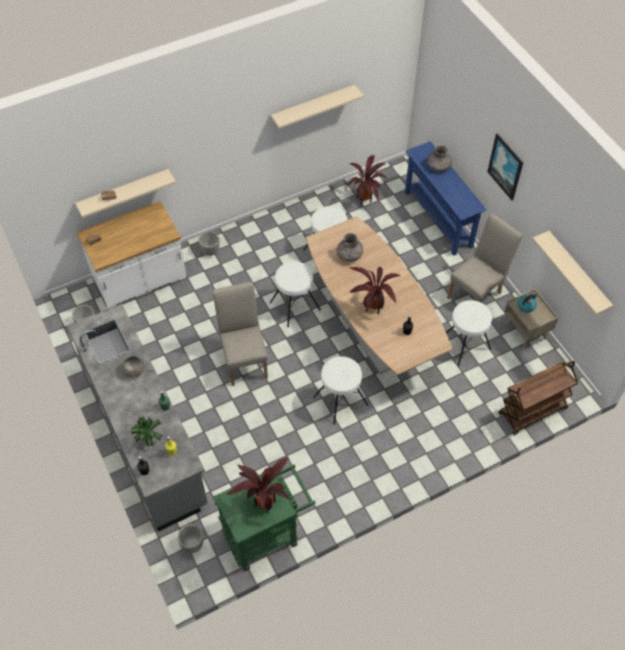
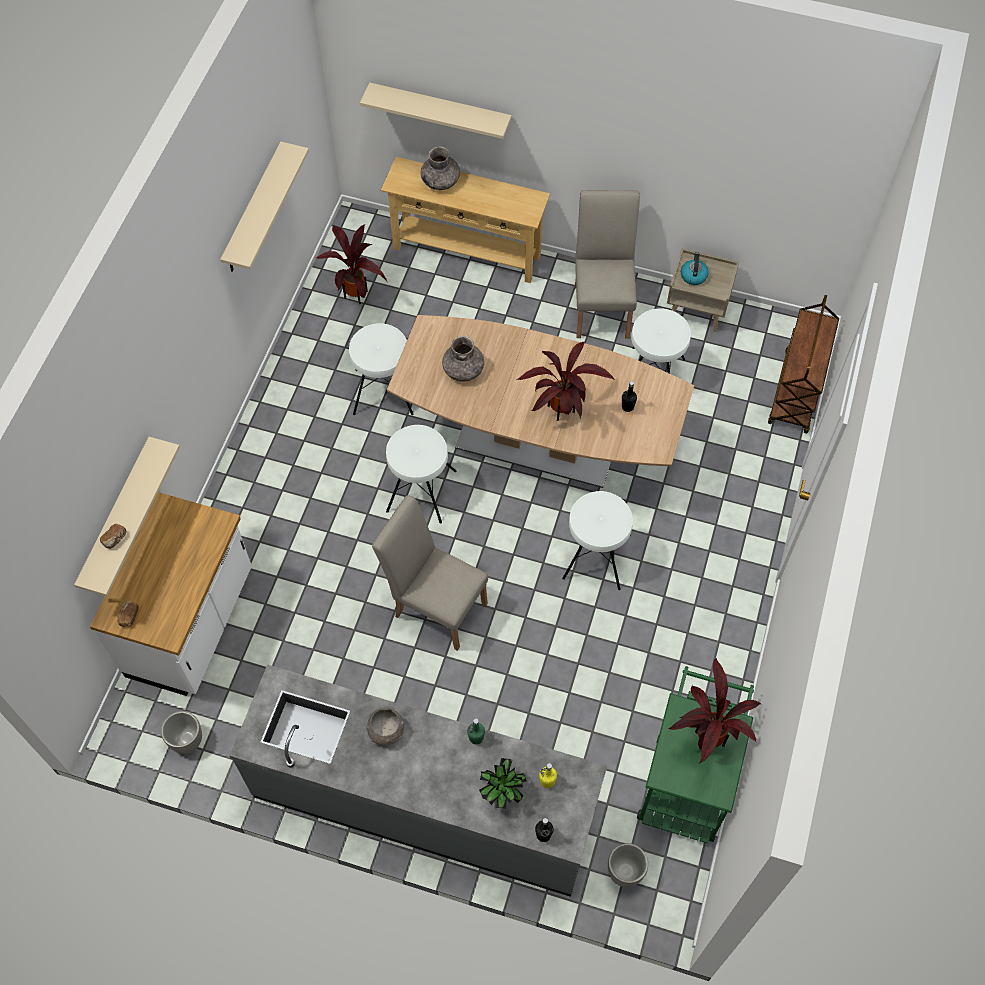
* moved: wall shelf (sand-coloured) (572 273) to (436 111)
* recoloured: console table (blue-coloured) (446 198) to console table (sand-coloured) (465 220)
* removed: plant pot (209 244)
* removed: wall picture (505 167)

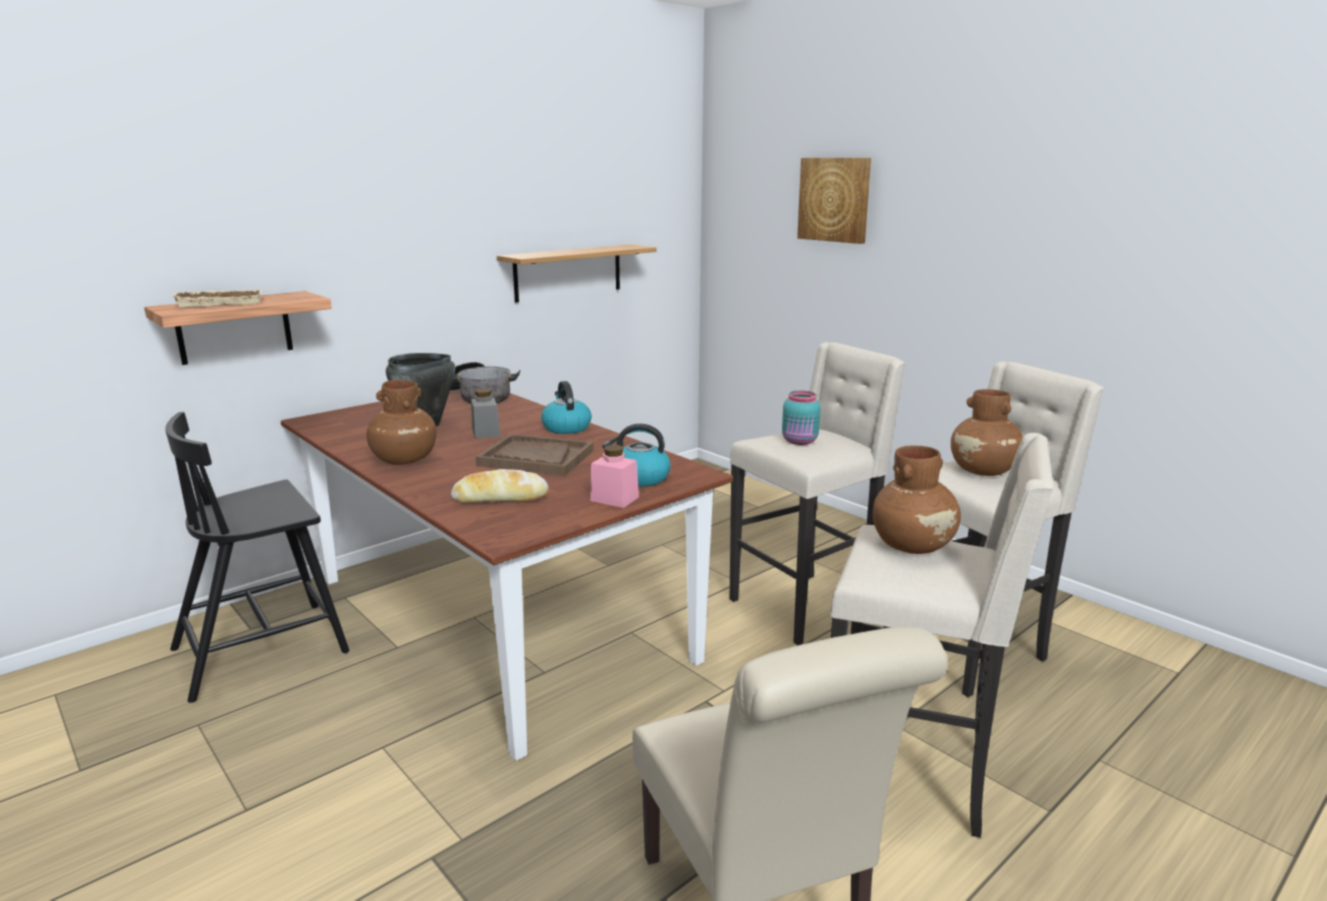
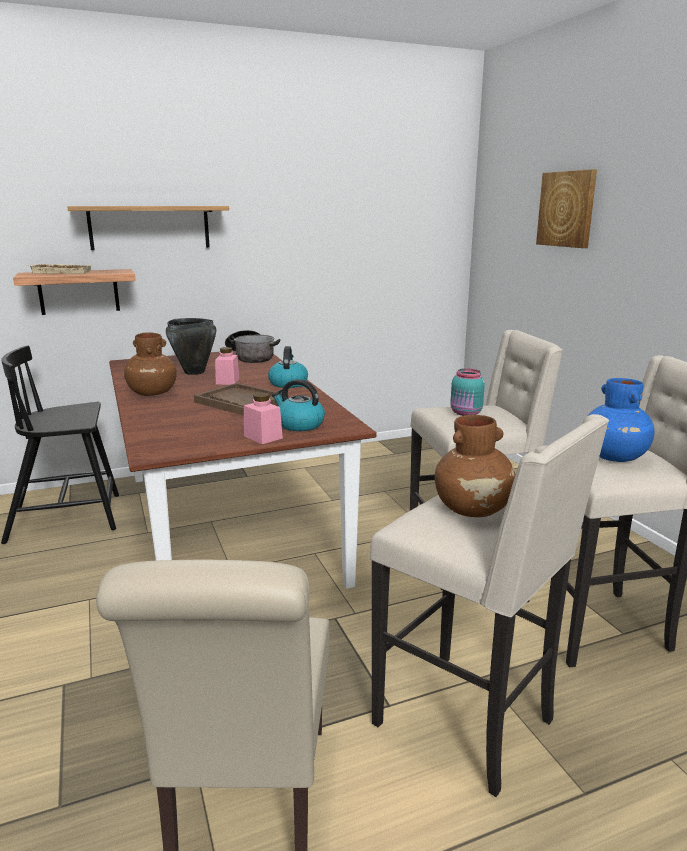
* moved: wall shelf (576 273) to (148 228)
* recoloured: storage jar (grey) (485 414) to storage jar (pink-coloured) (227 366)
* recoloured: flower vase (brown) (987 432) to flower vase (blue-coloured) (621 420)
* removed: bakery bread (499 486)

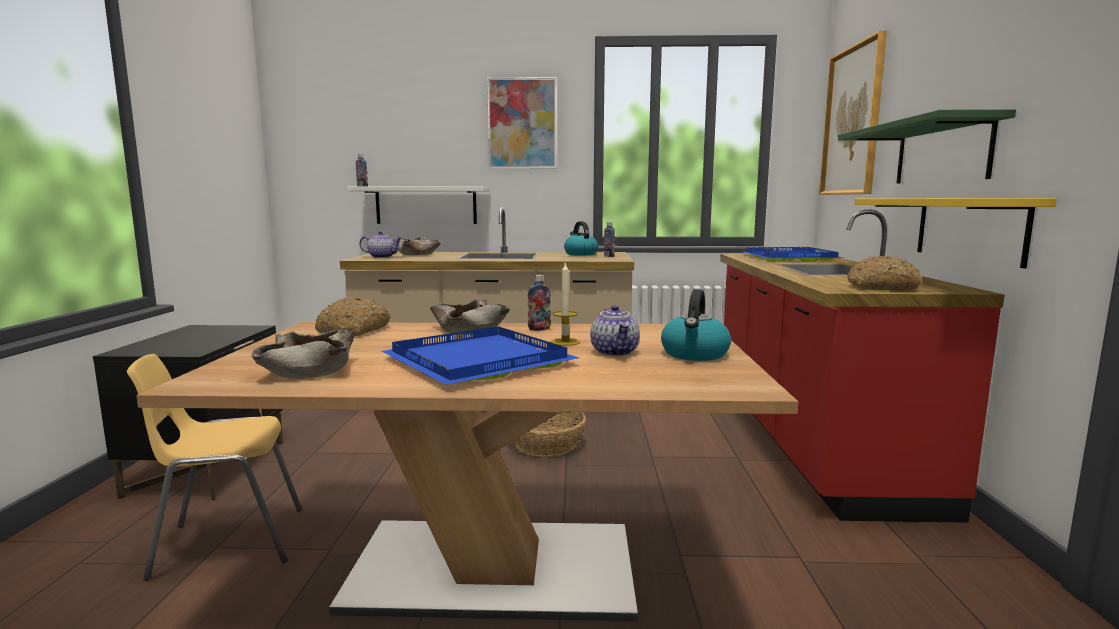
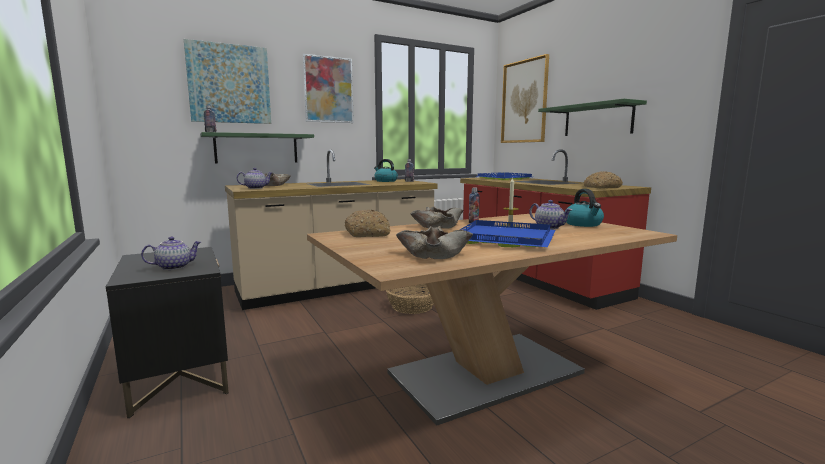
* added: tea pot (171 253)
* added: wall picture (227 81)
* recoloured: wall shelf (white) (418 205) to wall shelf (greenish) (257 147)
* removed: plain chair (yellow-coloured) (214 467)
* removed: wall shelf (yellow-coloured) (955 233)

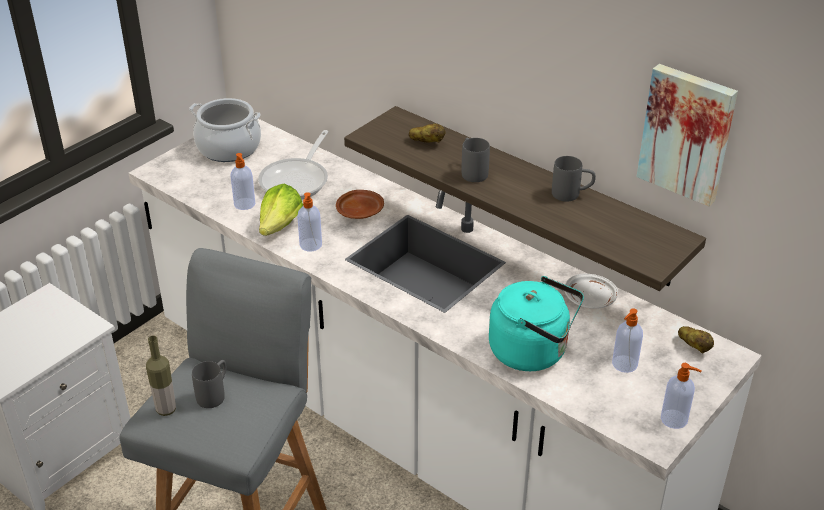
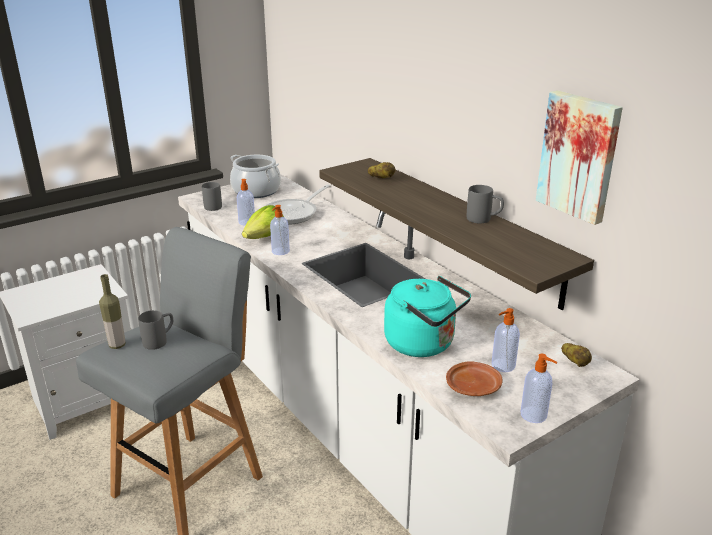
* moved: coffee mug (grey) (476 160) to (212 196)
* moved: dinner plate (brown) (360 204) to (474 378)
* removed: dinner plate (white) (591 291)

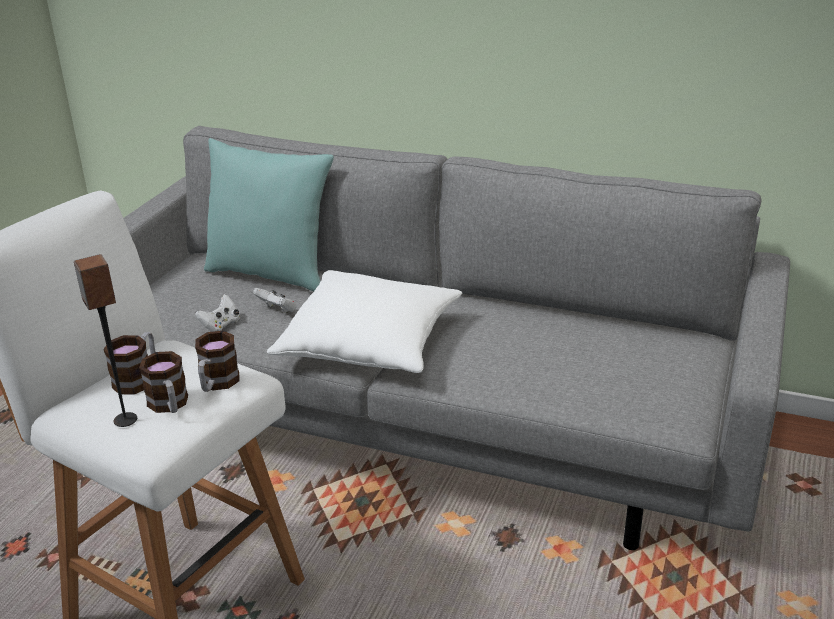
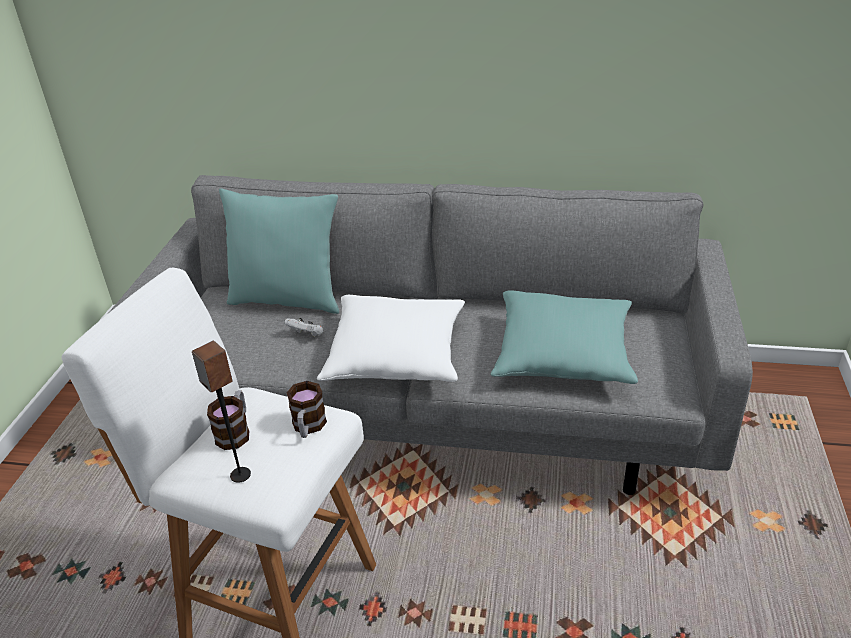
* added: cushion (turquoise-coloured) (564 337)
* removed: coffee mug (163 382)
* removed: joypad (white) (217 313)

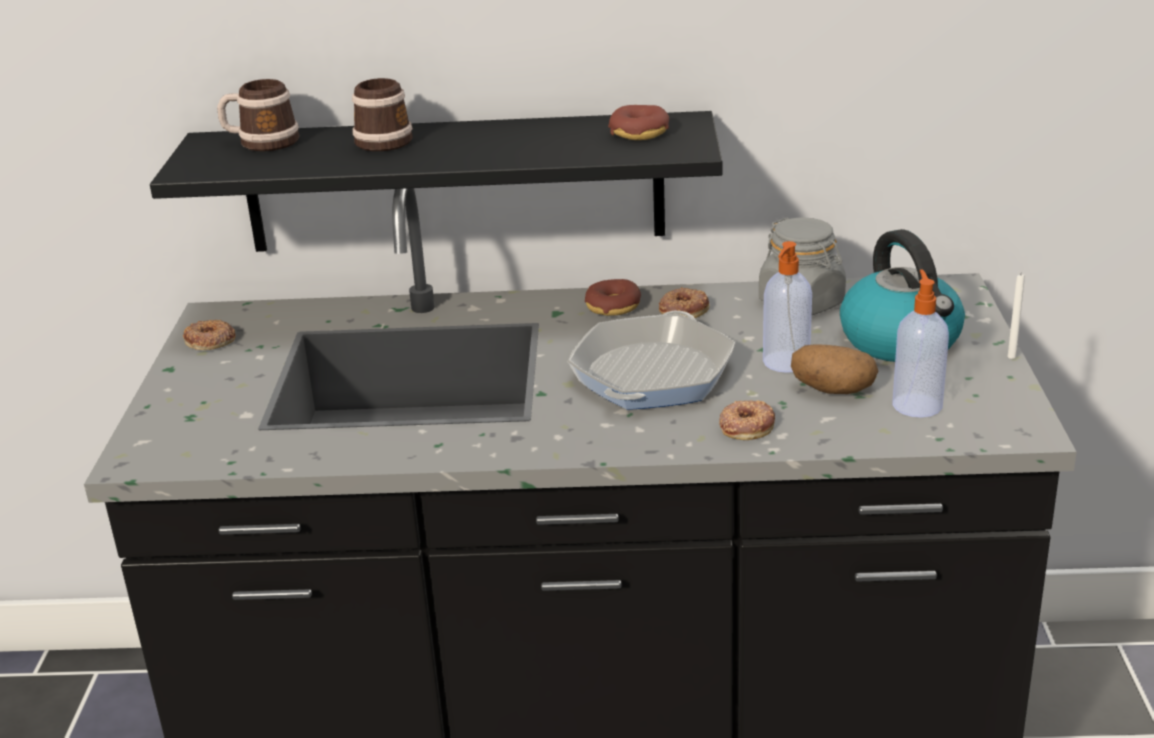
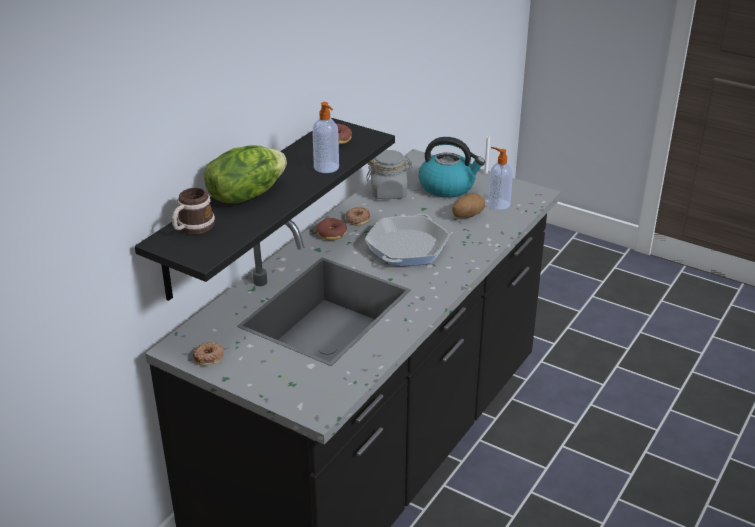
* replaced: coffee mug (382 114) to lettuce head (245 174)
* moved: soap dispenser (787 307) to (325 137)
* turned: frying pan (651 360) = (407 240) 120 degrees counterclockwise
* removed: doughnut (747 420)

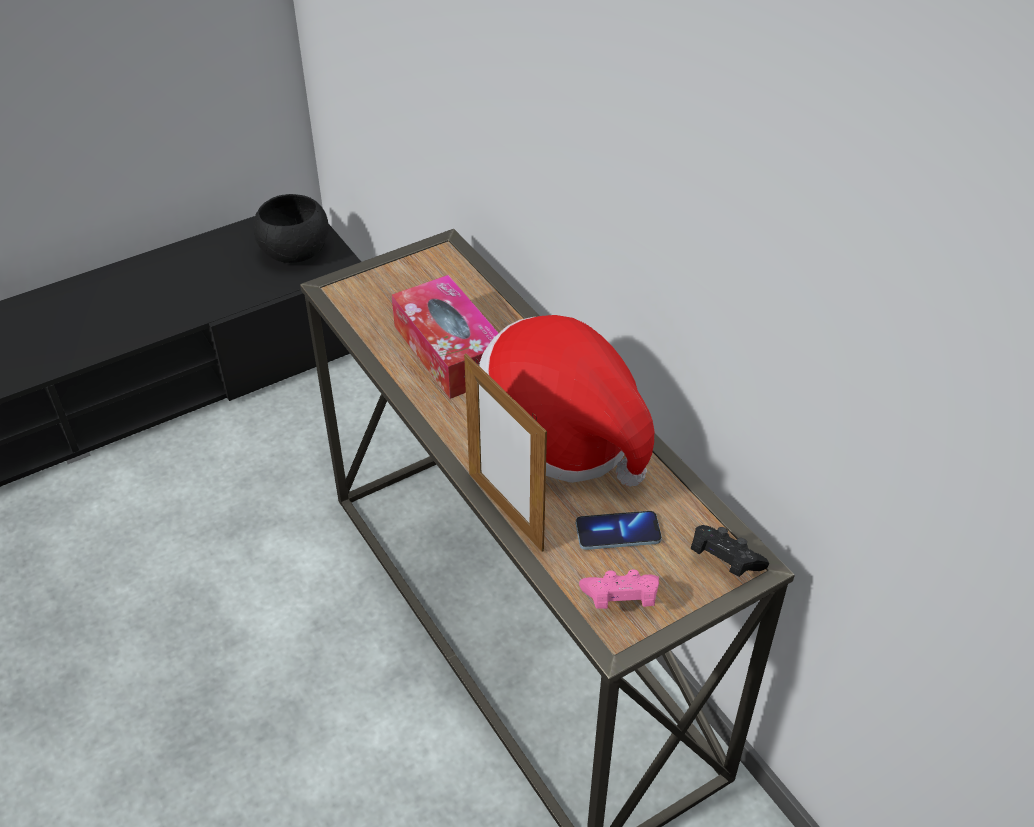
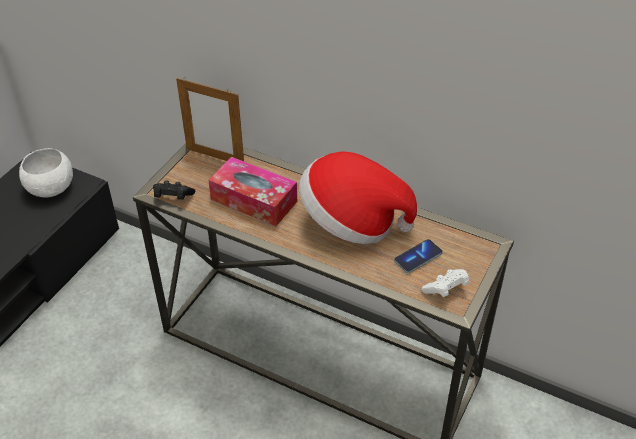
* recoloured: serving bowl (black) (291 228) to serving bowl (white) (46 172)
* moved: joypad (black) (730 551) to (174 190)
* moved: photo frame (505 453) to (210 119)
* recoloured: joypad (pink-coloured) (619 589) to joypad (white) (445 283)

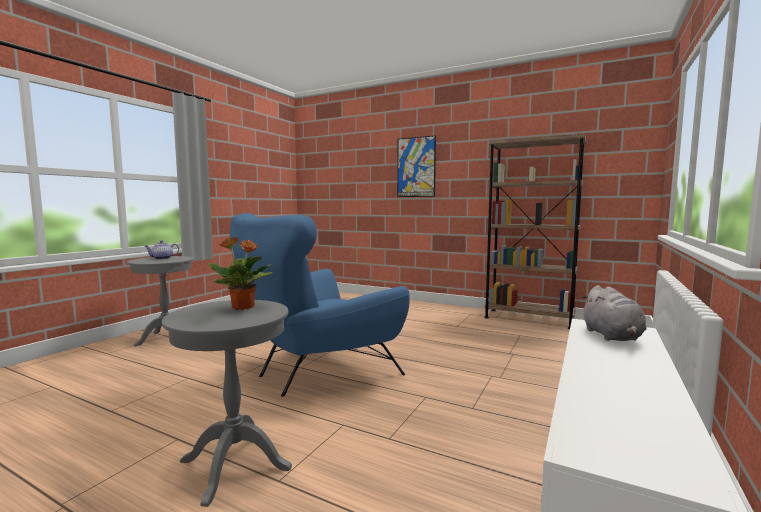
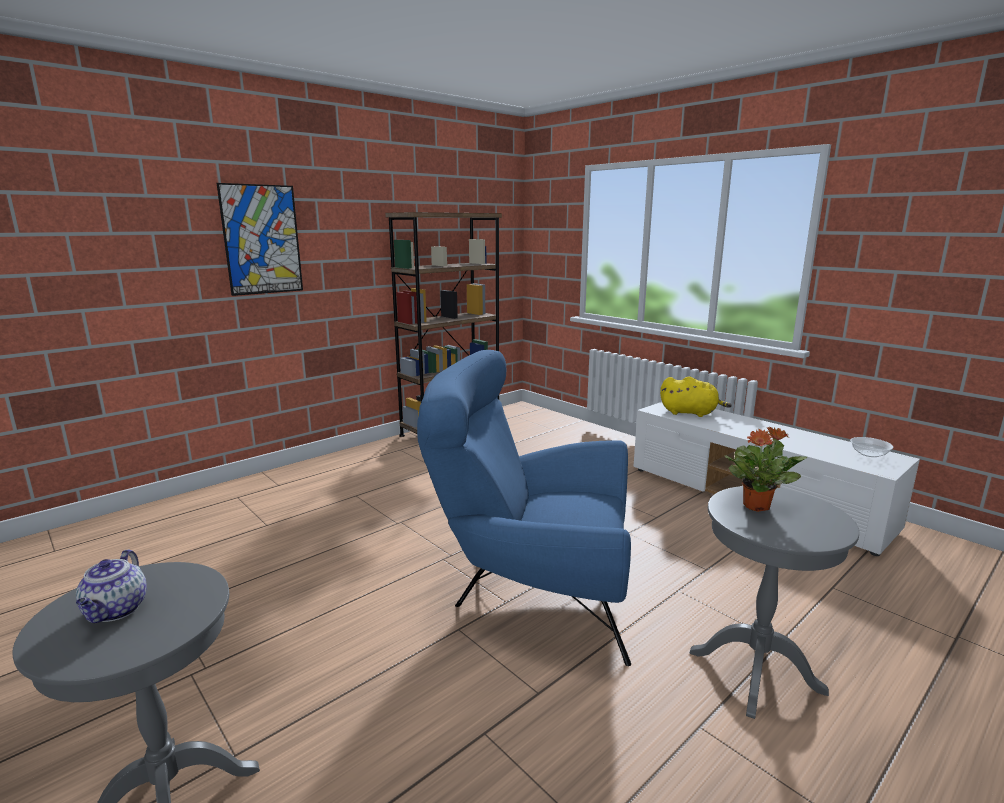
* turned: easy chair (blue-coloured) (320 305) = (524 508) 120 degrees clockwise
* recoloured: plush toy (grey) (614 313) to plush toy (yellow-coloured) (696 396)
* added: serving bowl (871 447)

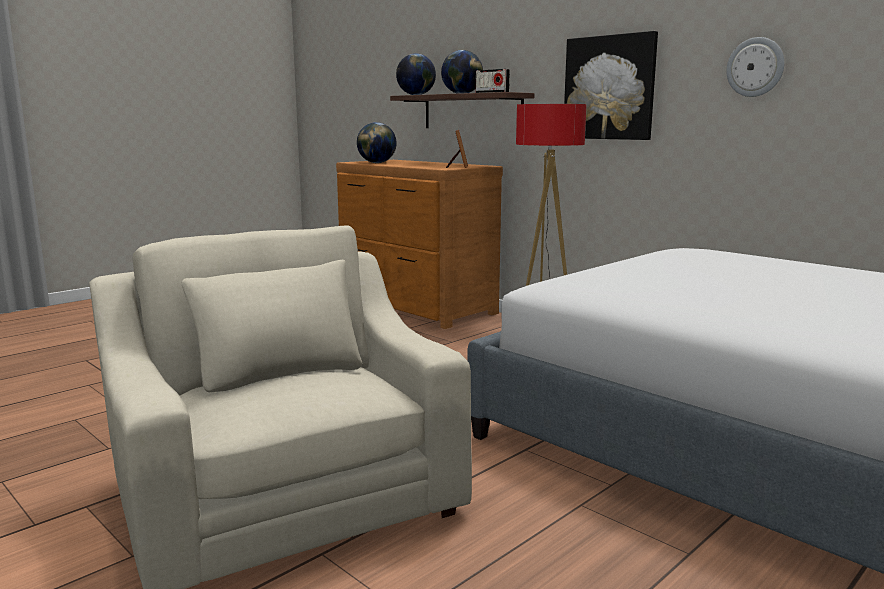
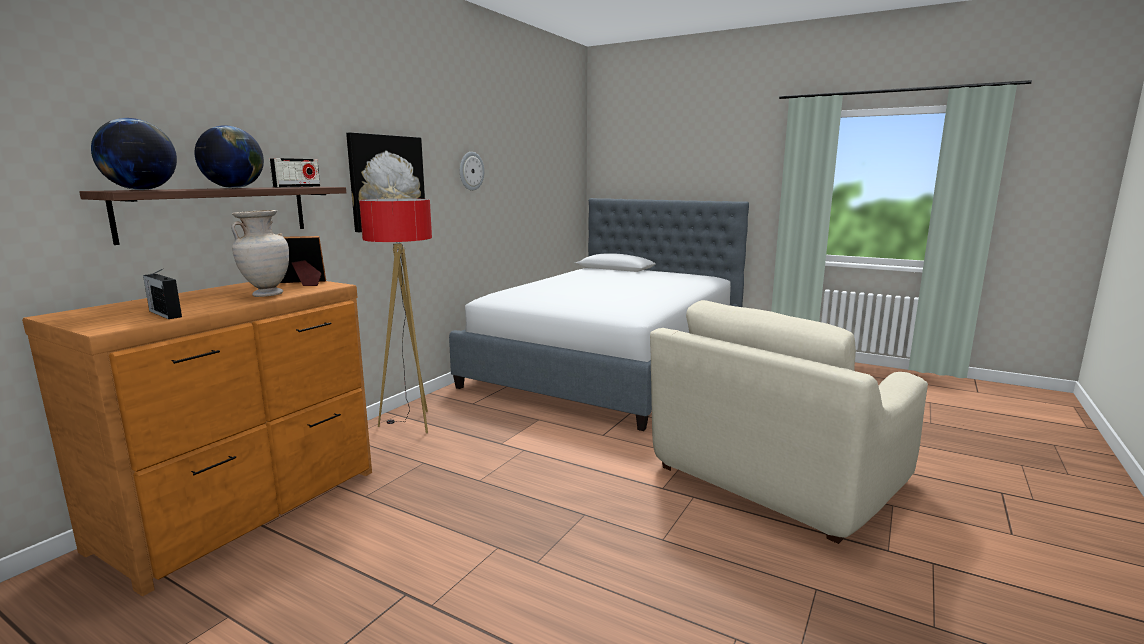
* replaced: globe (377 142) to radio (162 293)
* added: flower vase (sand-coloured) (260 253)

